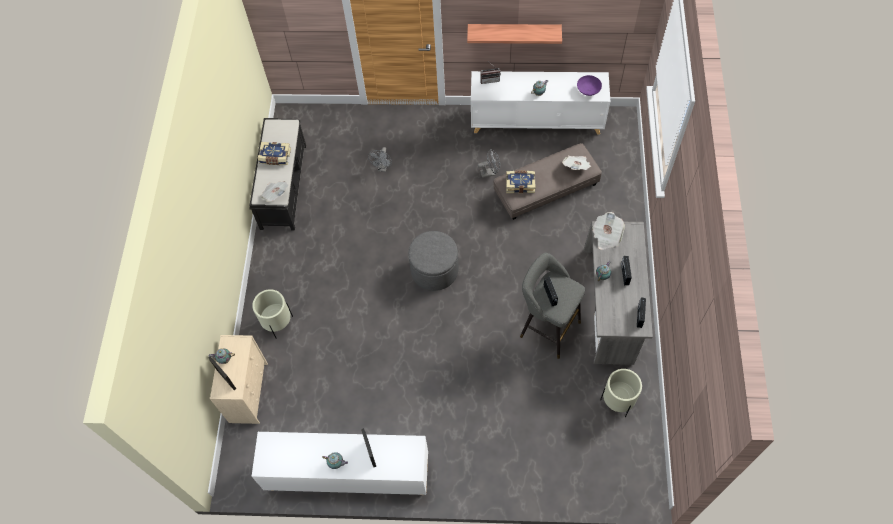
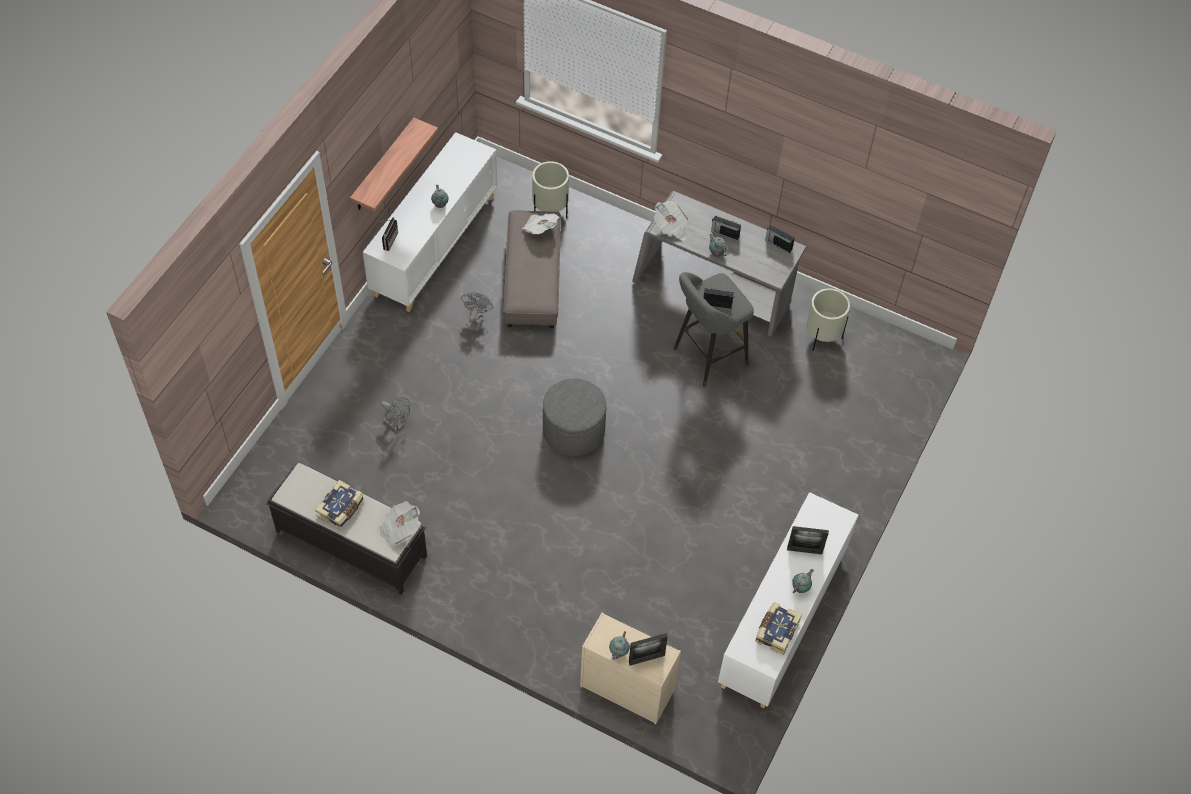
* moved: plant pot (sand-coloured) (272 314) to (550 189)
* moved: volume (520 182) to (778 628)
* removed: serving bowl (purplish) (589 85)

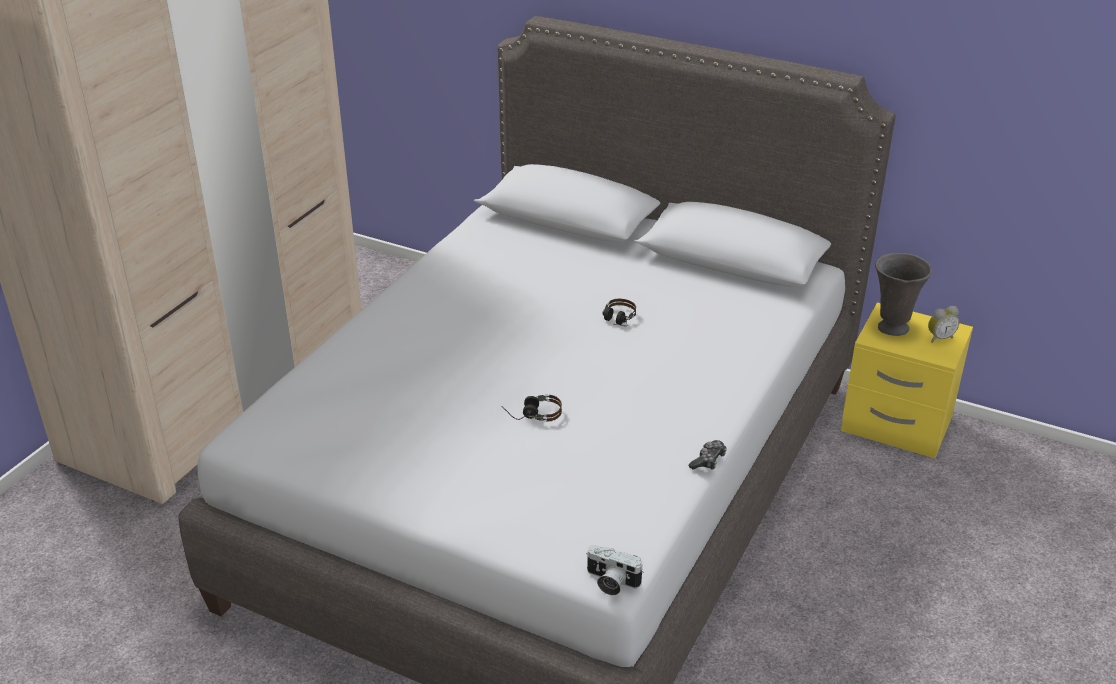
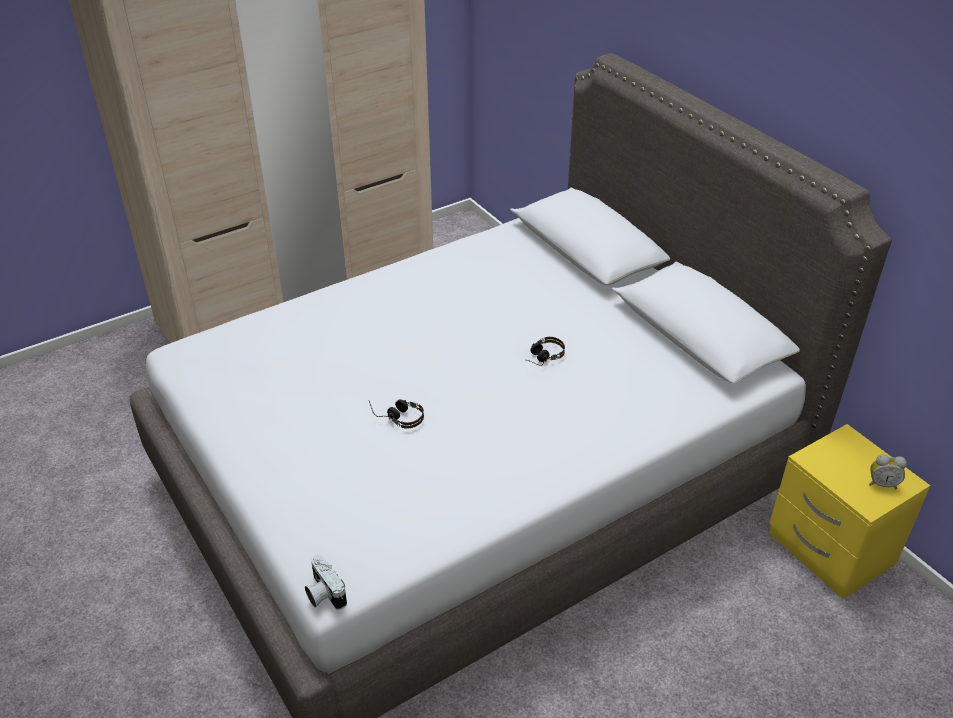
* removed: joypad (708 455)
* removed: flower vase (grey) (903 294)

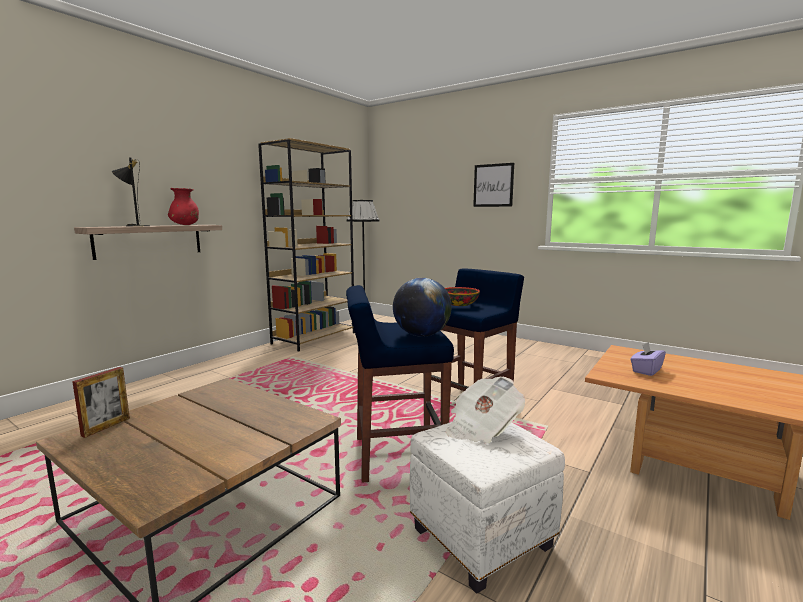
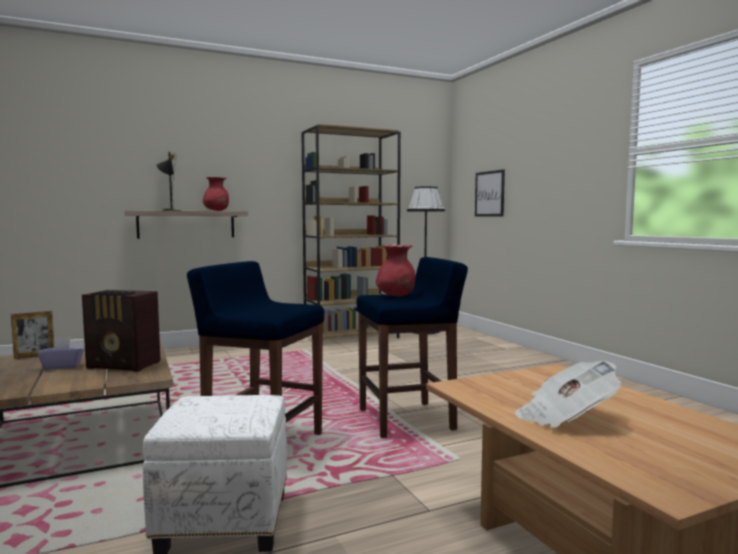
* moved: tissue box (purplish) (648 359) to (61 354)
* added: radio (121 331)
* replaced: serving bowl (462 296) to flower vase (reddish) (395 270)
* moved: wall picture (493 185) to (490 193)
* moved: daily paper (485 410) to (568 394)
* removed: globe (422 307)

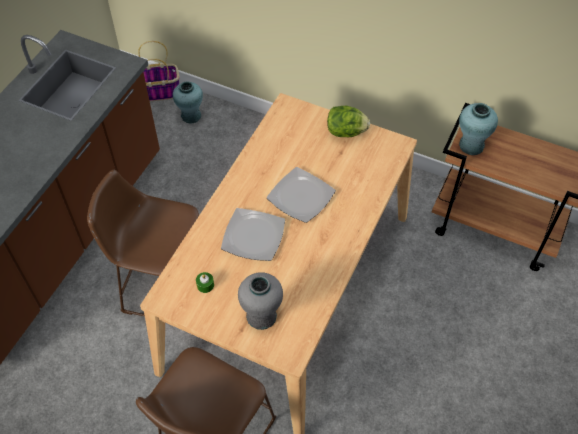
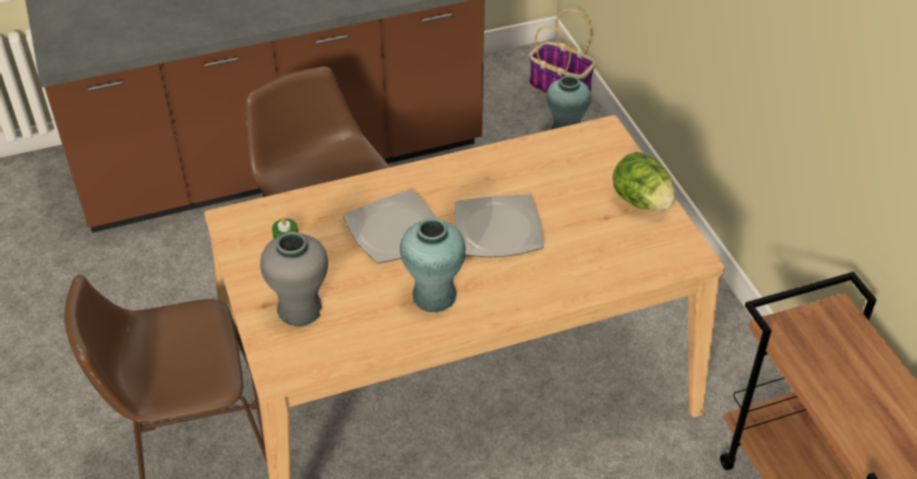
* moved: flower vase (turquoise-coloured) (478 129) to (433 265)

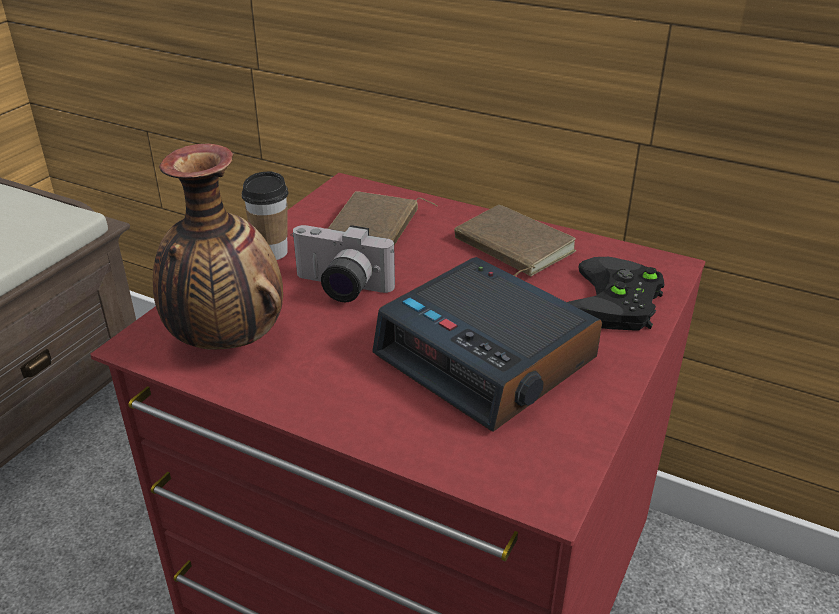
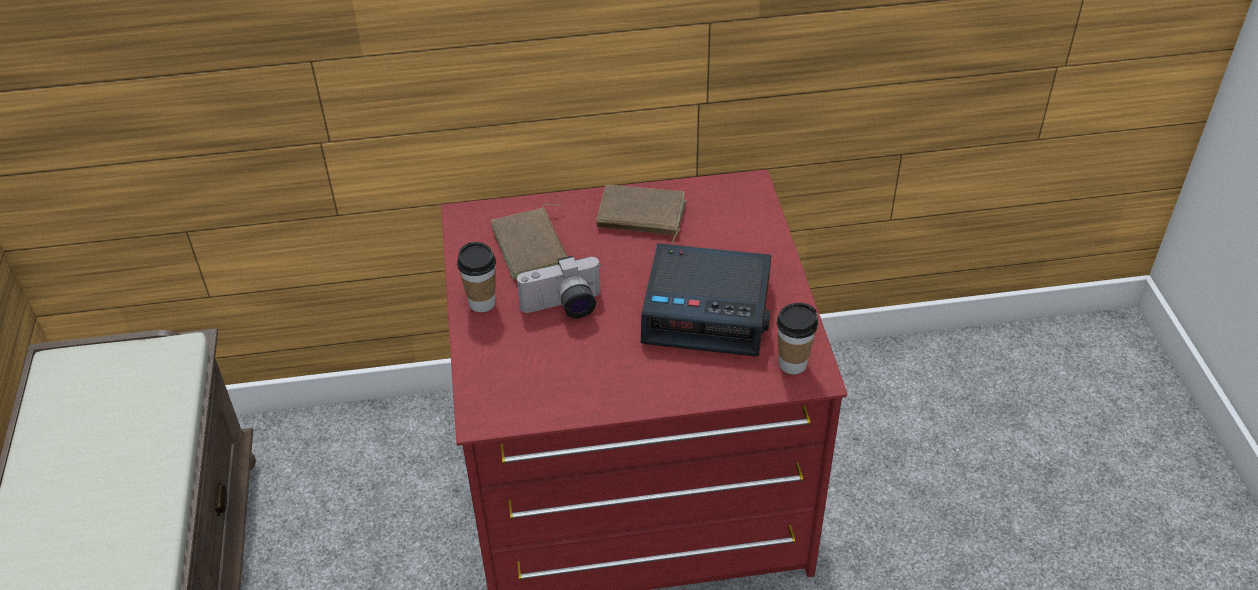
* added: drinking cup (797 338)
* removed: flower vase (218 247)
* removed: joypad (black) (616 294)

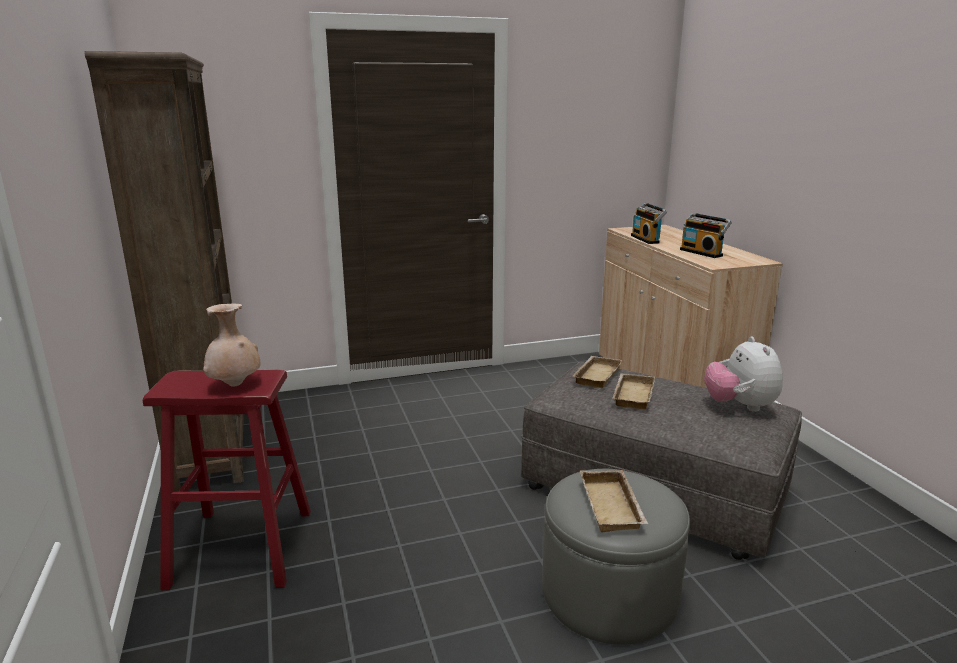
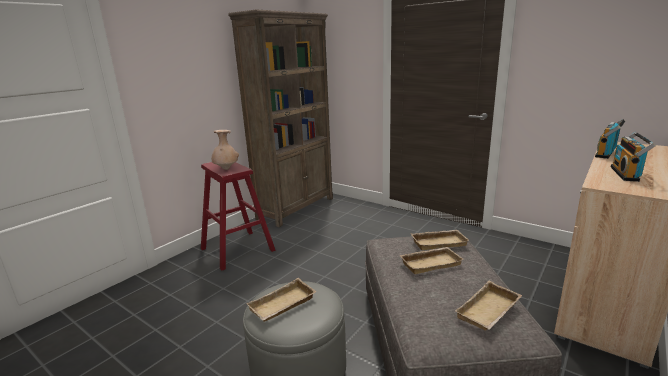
* replaced: plush toy (743 374) to carrying tray (sand-coloured) (488 306)

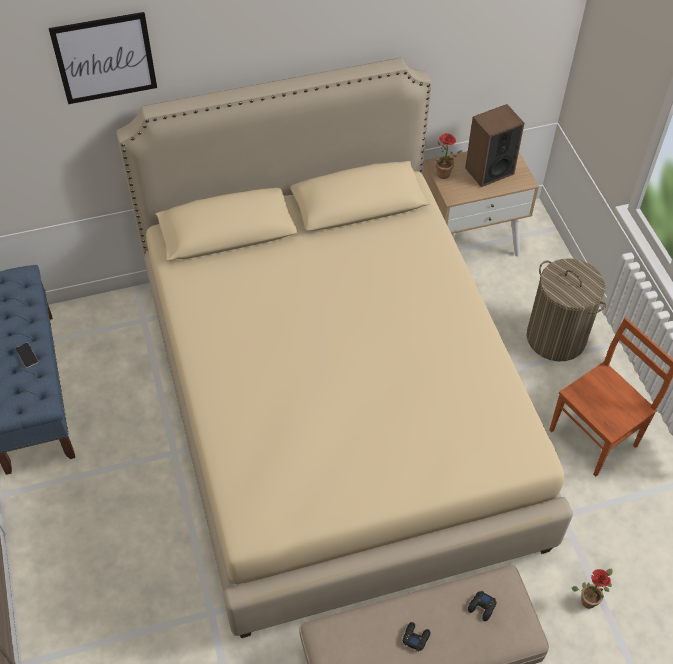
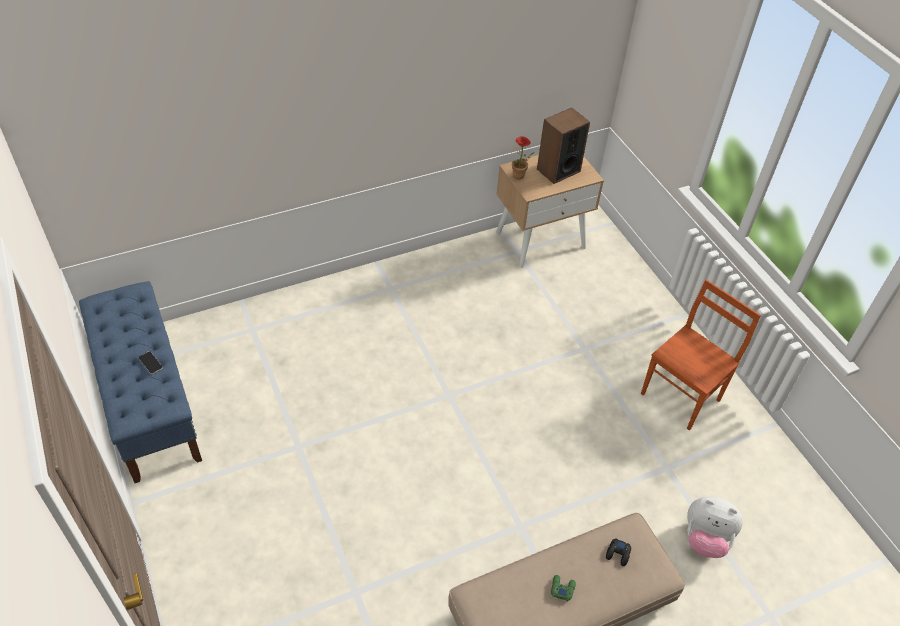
* recoloured: joypad (black) (417 636) to joypad (greenish) (563 588)
* replaced: plant in a pot (592 589) to plush toy (715 527)
* removed: wall picture (103 58)
* removed: bedroom bed (sand-coloured) (345 348)
* removed: hamper (566 310)

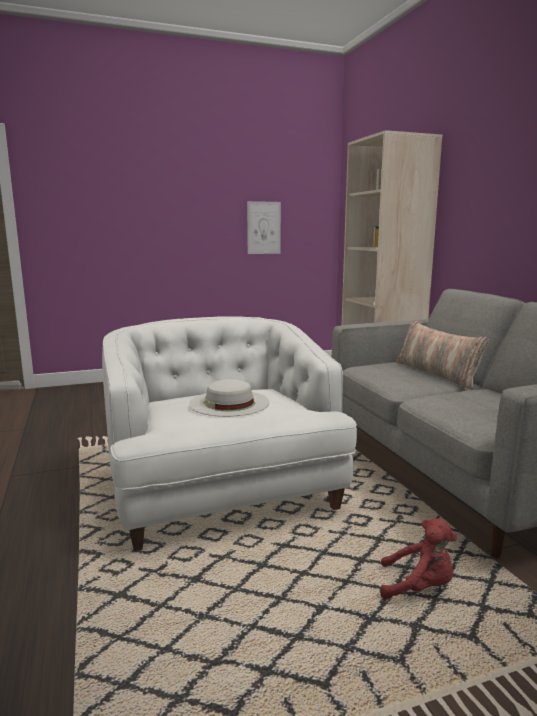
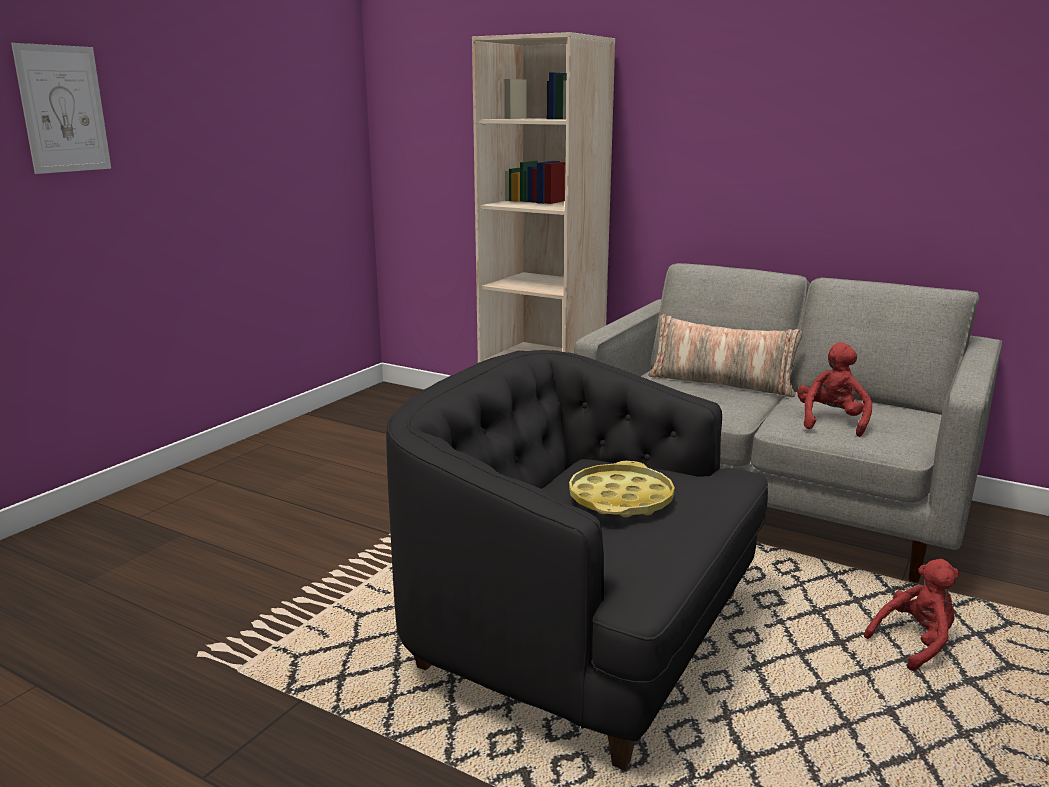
* moved: wall picture (264 227) to (61 108)
* recoloured: easy chair (white) (229 433) to easy chair (black) (577 560)
* replaced: wearable hat (white) (229 398) to carrying tray (yellow-coloured) (622 489)
* added: plush toy (reddish) (834 389)

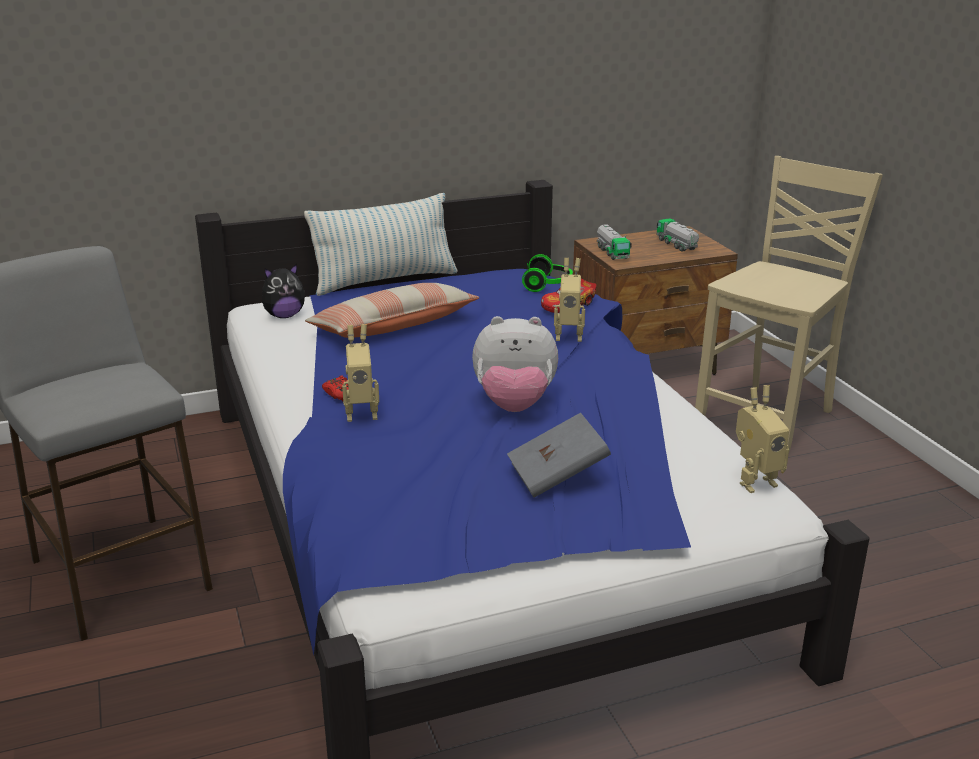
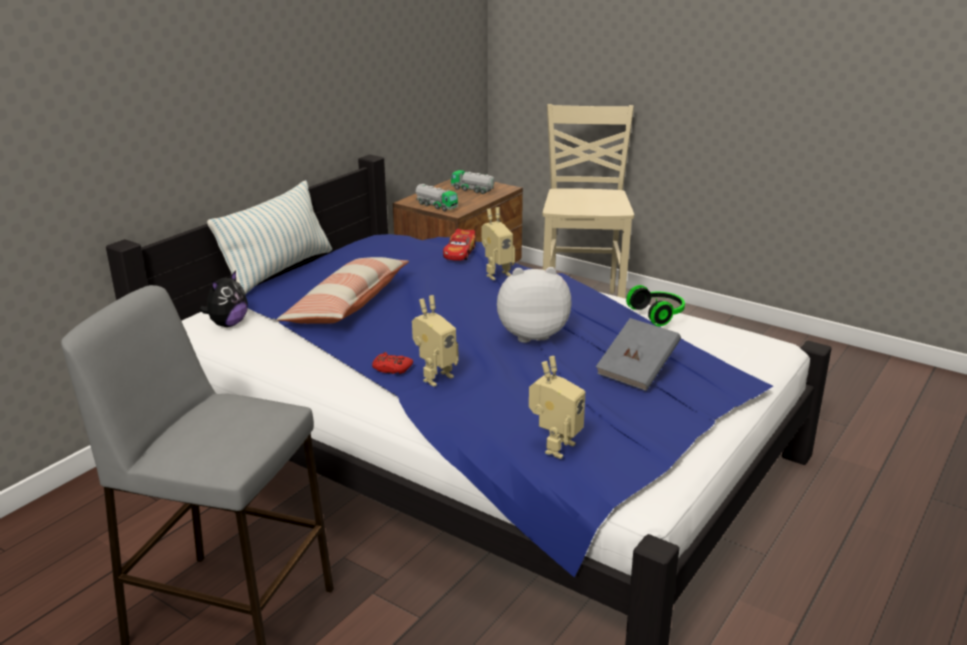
* turned: plush toy (515 364) = (534 305) 150 degrees counterclockwise
* moved: robot figure (762 439) to (557 407)
* moved: headphones (547 273) to (655 306)

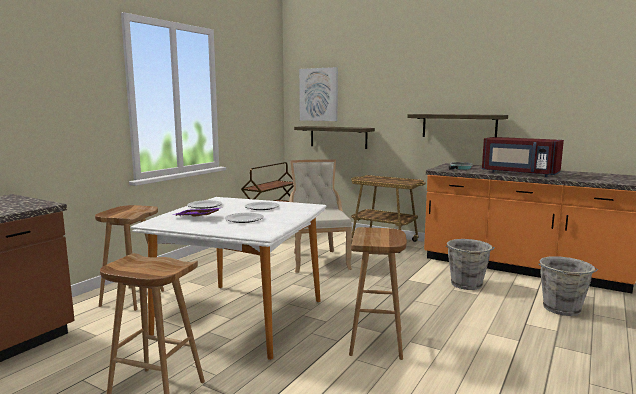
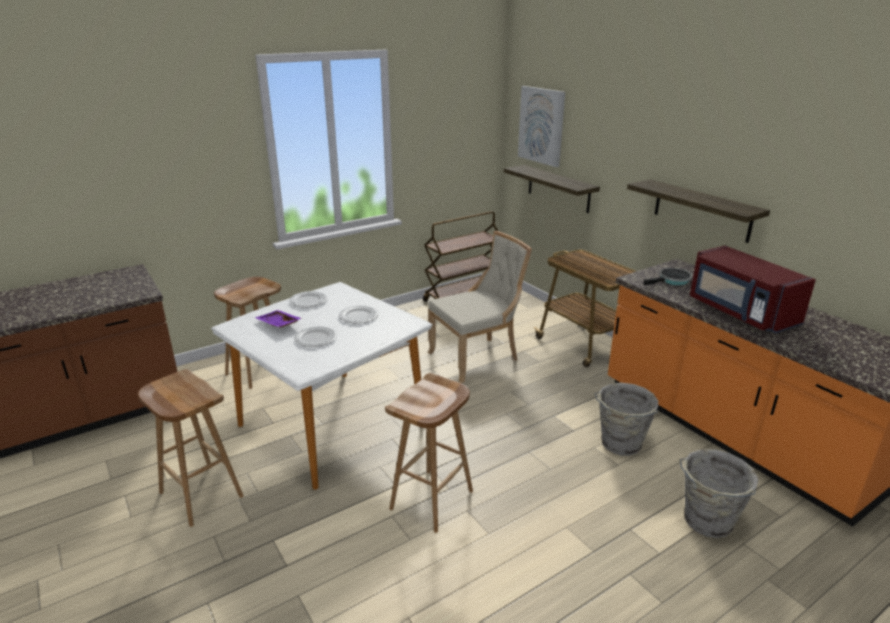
* turned: plain chair (sand-coloured) (320 216) = (480 307) 45 degrees clockwise

